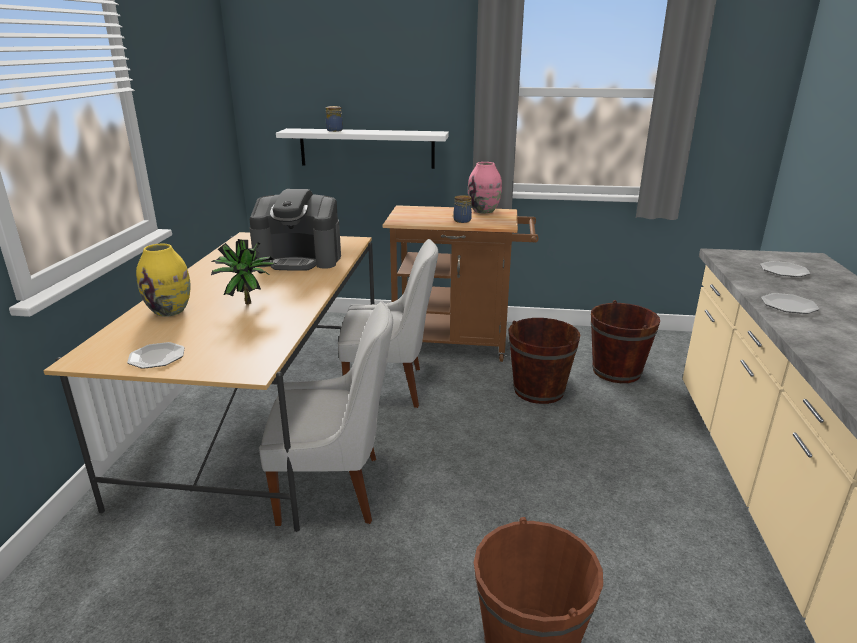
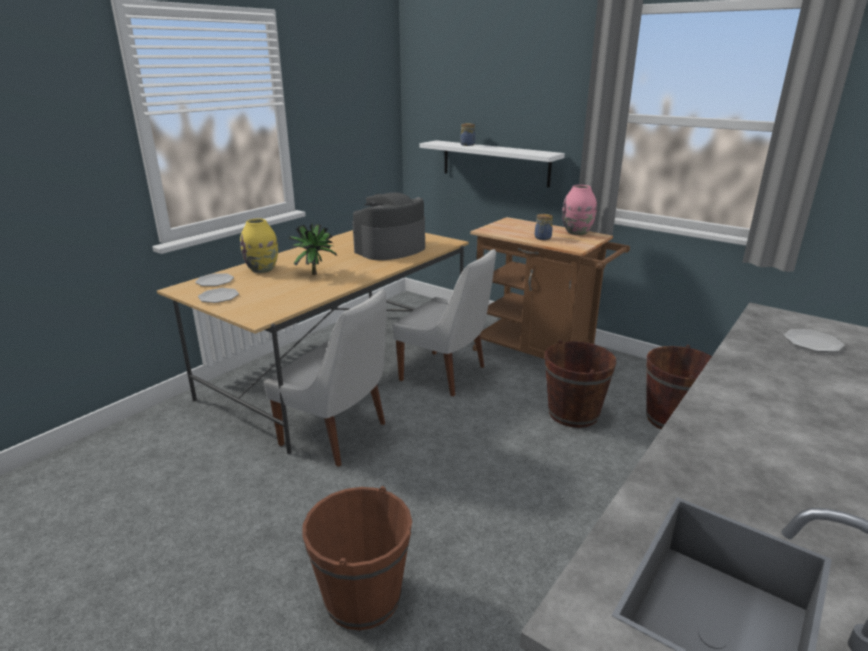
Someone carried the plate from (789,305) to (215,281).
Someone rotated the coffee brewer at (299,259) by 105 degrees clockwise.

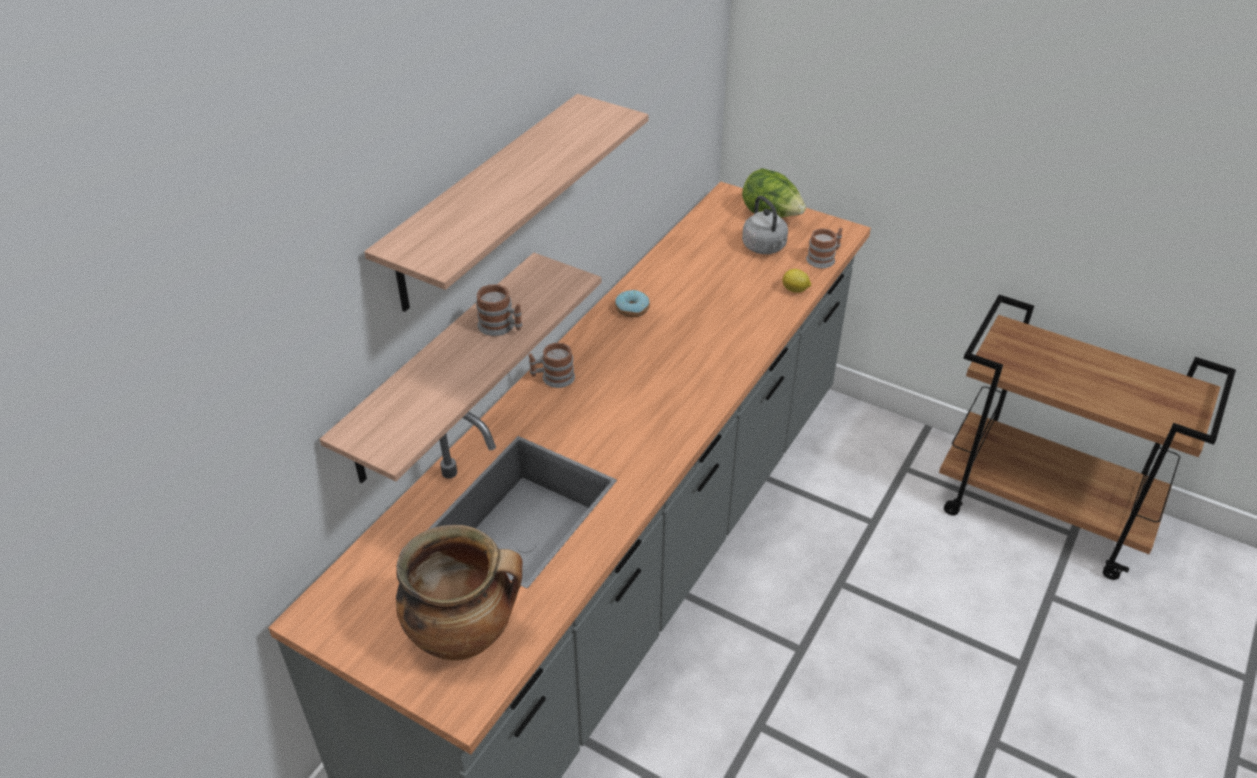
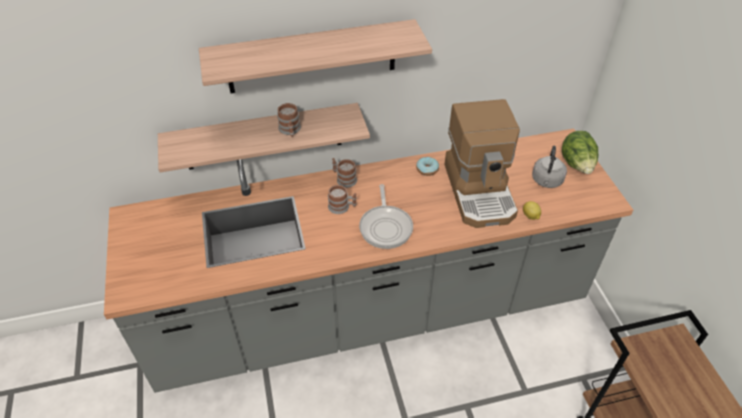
Someone carried the mug from (824,258) to (342,207).
Someone put down the frying pan at (386,227).
Someone put down the coffee brewer at (480,191).
Someone took away the saucepot at (465,635).

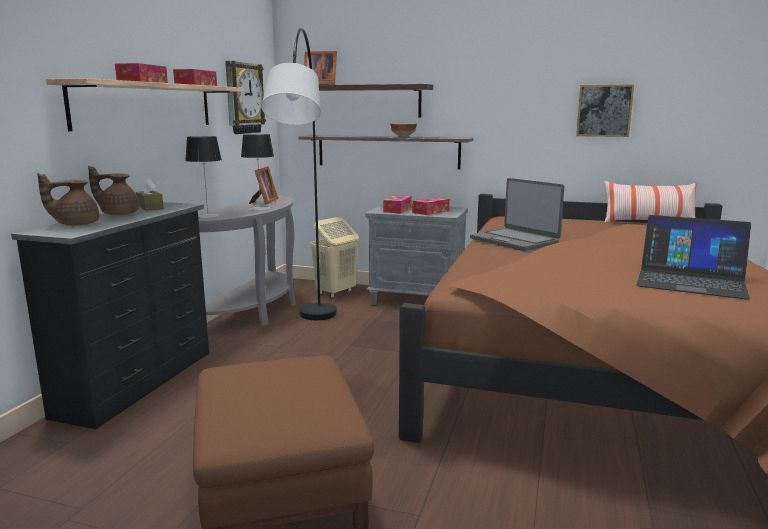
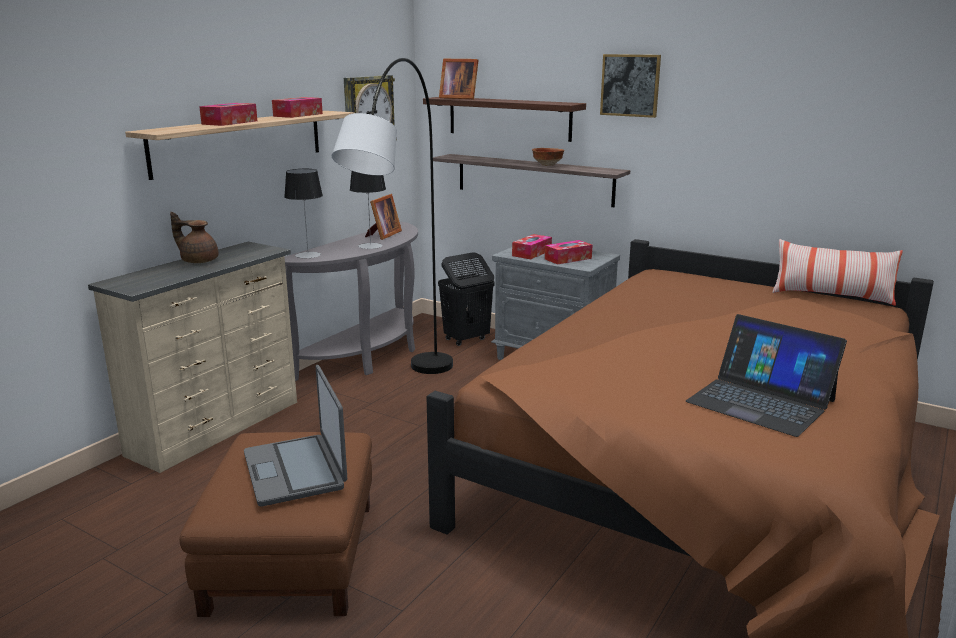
Someone repainted the black-coloured dresser at (140,382), which became the beige dresser at (218,427).
Someone carried the notebook computer from (514,241) to (295,470).
Someone repainted the beige laundry basket at (335,293), which became the black-coloured laundry basket at (466,339).
Someone carried the wall picture from (604,110) to (630,85).
Someone took away the brown pot for tea at (75,224).
Someone took away the brown box of tissues at (150,207).

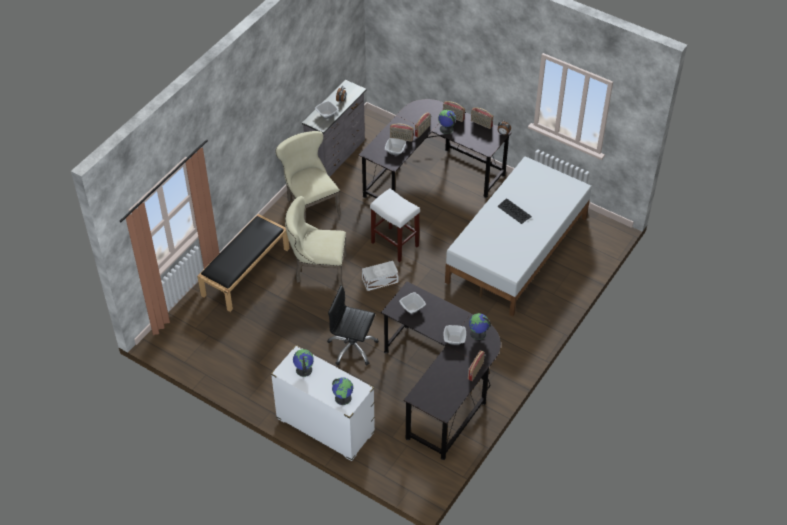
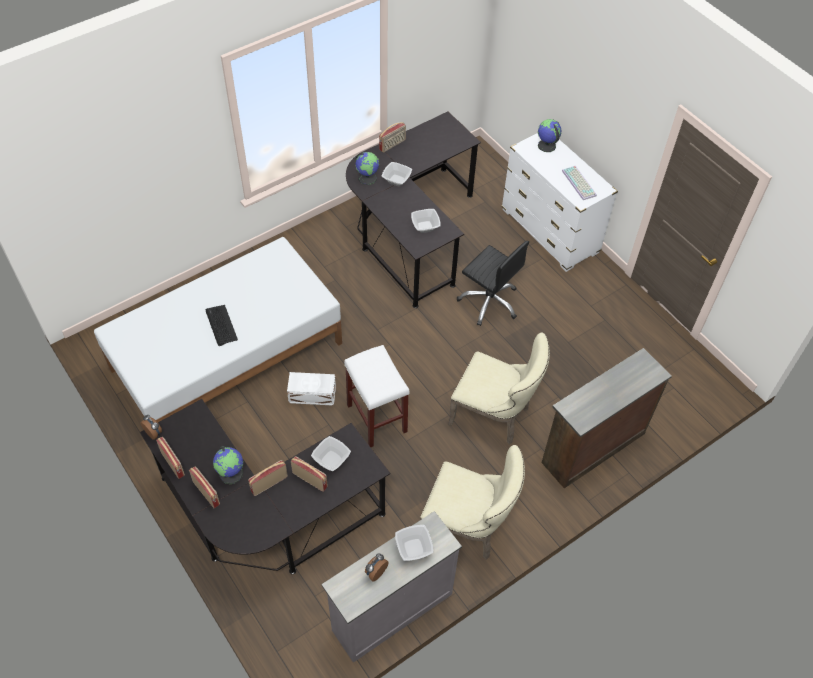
Someone carried the white storage container from (379,280) to (313,395).
Someone rotated the beige plain chair at (310,205) by 60 degrees counterclockwise.
Someone swapped the black-coloured indoor bench at (245,271) for the brown dresser at (591,447).
Someone swapped the desk globe at (303,370) for the PC keyboard at (580,183).

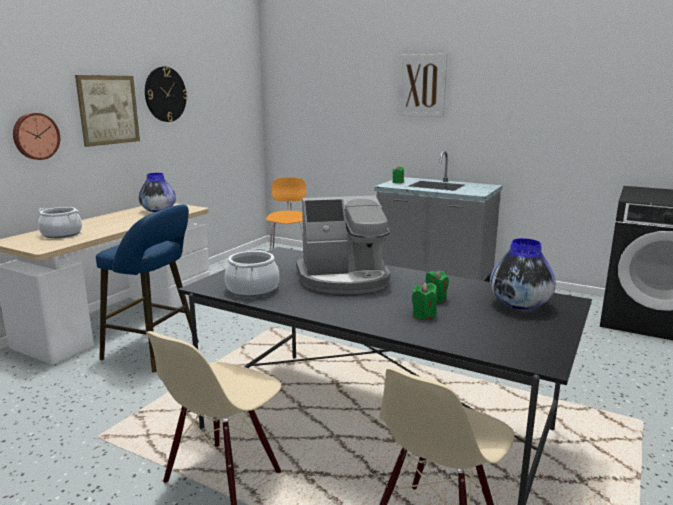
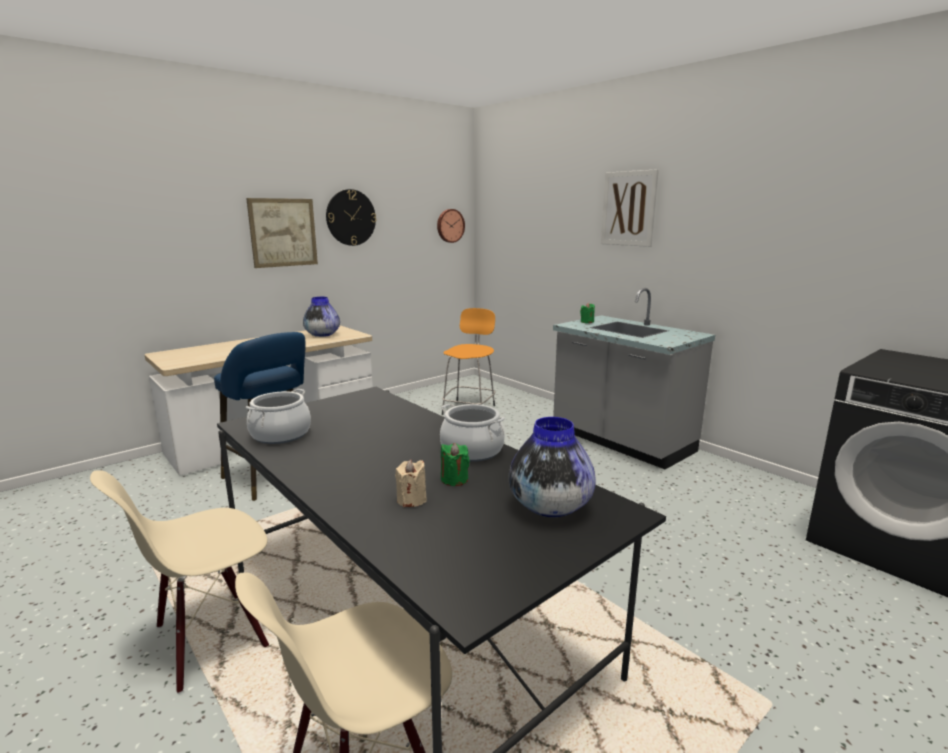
Someone repainted the green wax light at (424,315), which became the beige wax light at (411,500).
Someone carried the wall clock from (35,136) to (450,225).
Someone carried the saucepot from (61,234) to (472,451).
Someone took away the coffee brewer at (344,279).

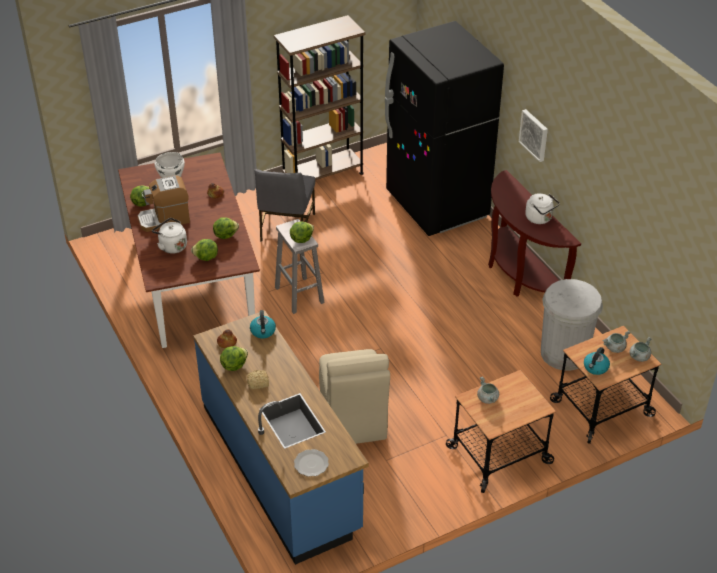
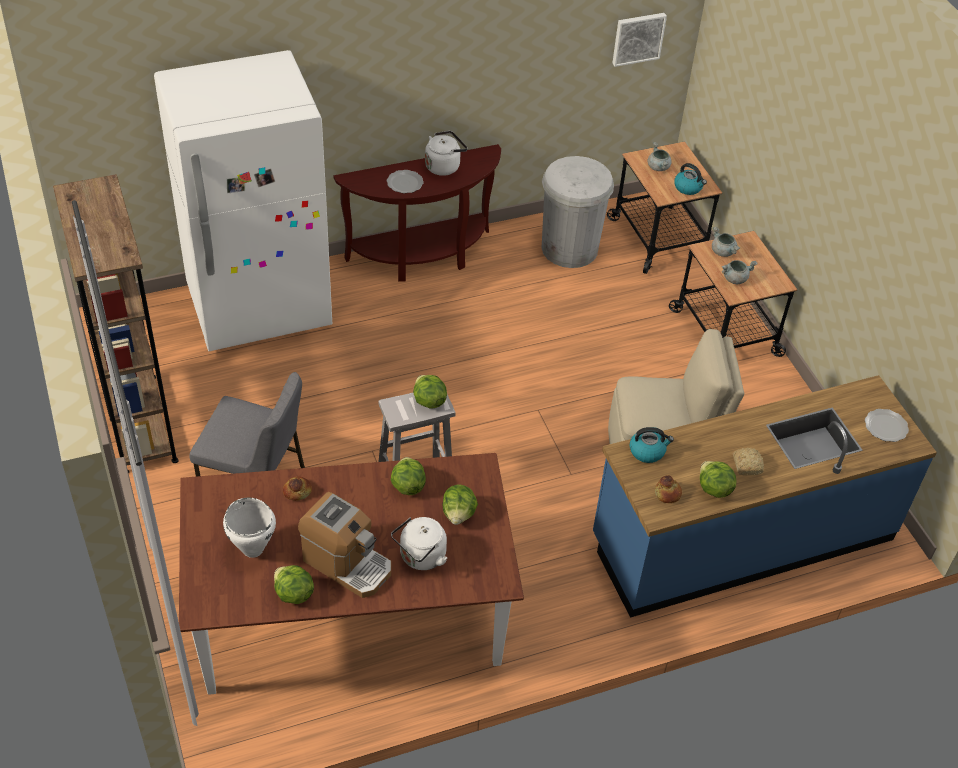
Someone repainted the black-coloured kitchen fridge at (437,205), which became the white kitchen fridge at (259,308).
Someone rotated the coffee brewer at (165,219) by 45 degrees counterclockwise.
Someone put down the plate at (405,183).
Someone carried the wall picture from (534,135) to (638,38).
Someone carried the gray saucepot from (639,357) to (723,252).

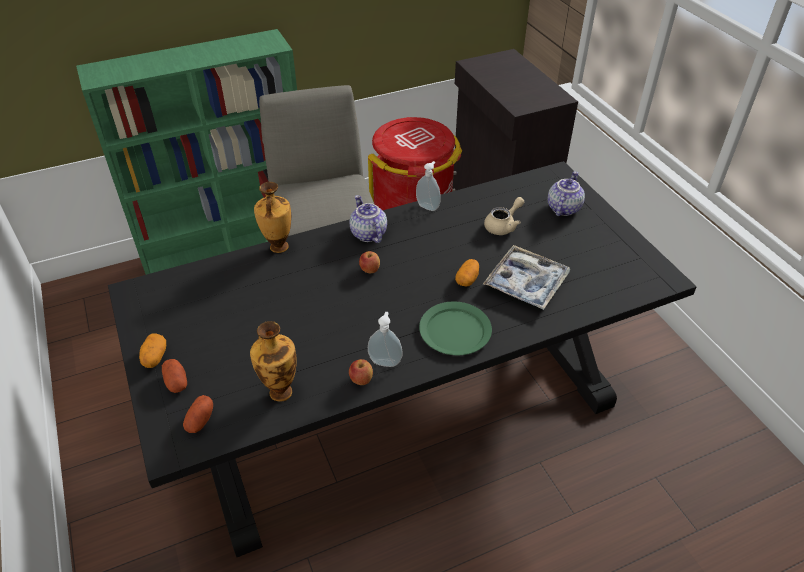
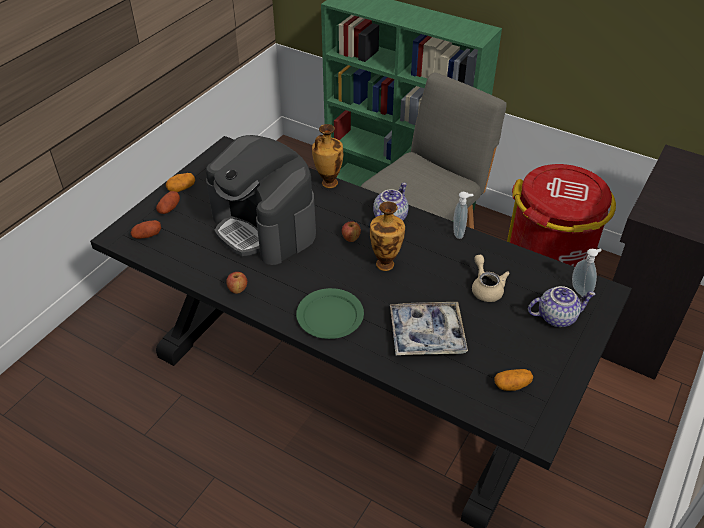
Someone put down the coffee brewer at (264,227).
Someone carried the decorative vase from (280,391) to (385,263).
Someone rotated the beige pot for tea at (503,226) by 120 degrees counterclockwise.
Someone carried the spud from (467,279) to (512,385).
Someone carried the soap dispenser from (385,361) to (581,290).

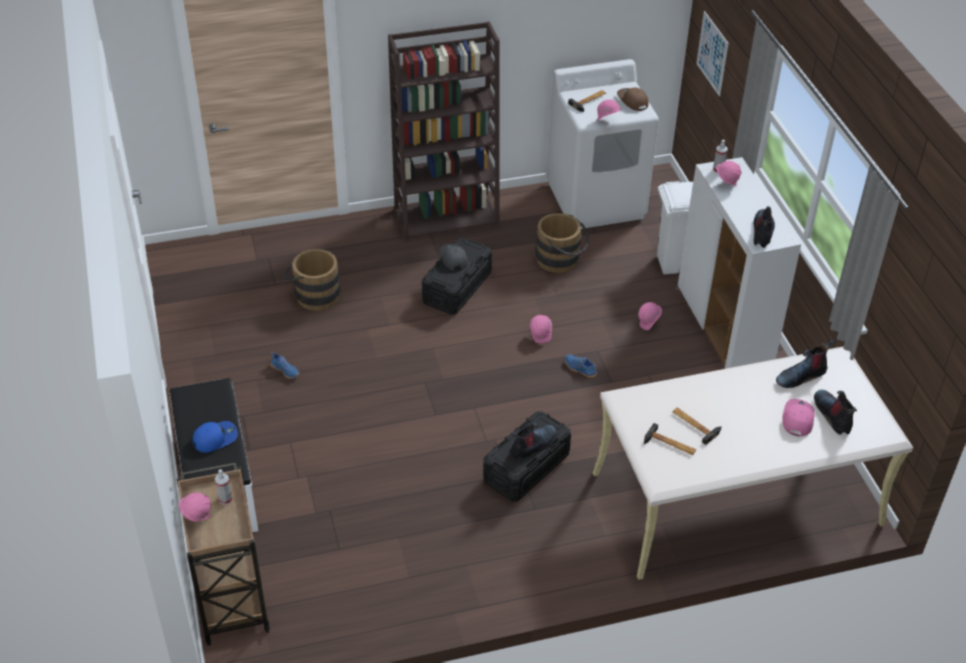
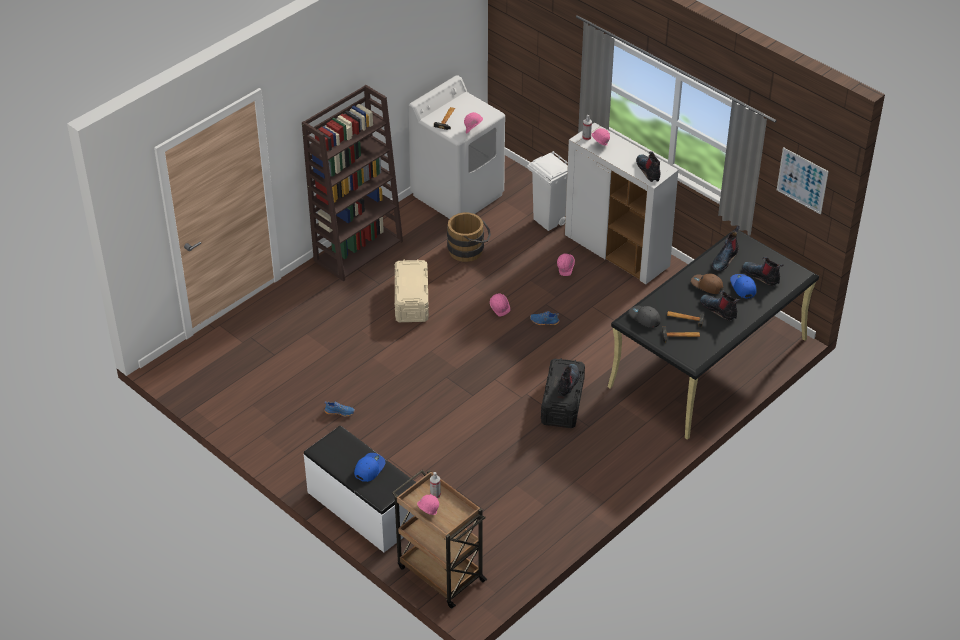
Someone repainted the black-coloured storage container at (457,288), which became the beige storage container at (412,300).
Someone repainted the beige desk table at (735,499), which became the black-coloured desk table at (708,363).
Someone carried the gray peaked cap from (453,259) to (644,318).
Someone carried the brown peaked cap from (632,101) to (706,286).
Someone put down the high-top boot at (719,310).
Someone repainted the pink peaked cap at (797,419), which became the bluish peaked cap at (742,287).
Someone carried the wall picture from (712,53) to (802,180).
Someone took away the brown water bucket at (314,294).

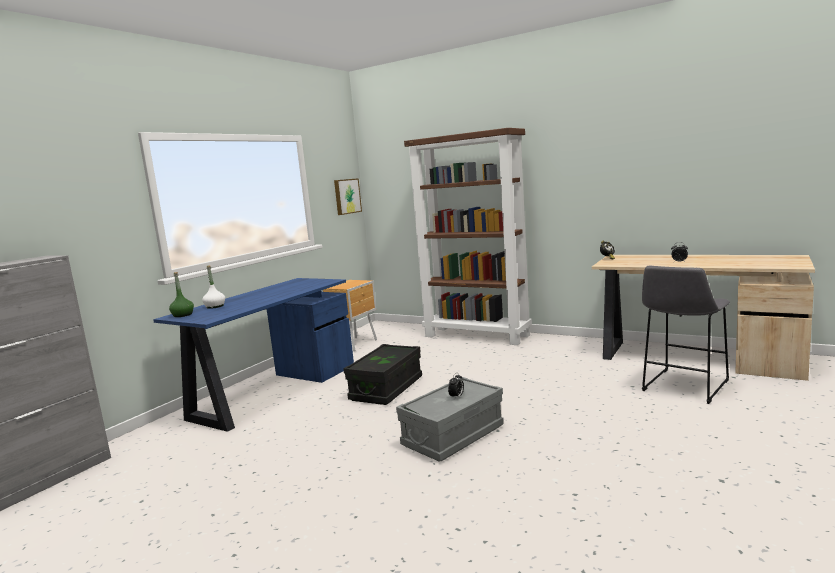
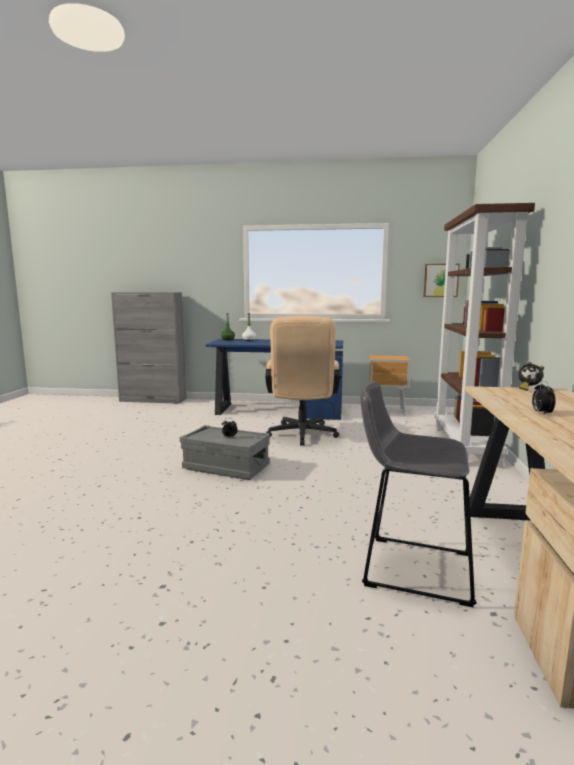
Someone swapped the black-coloured storage container at (386,388) for the beige office chair at (302,436).

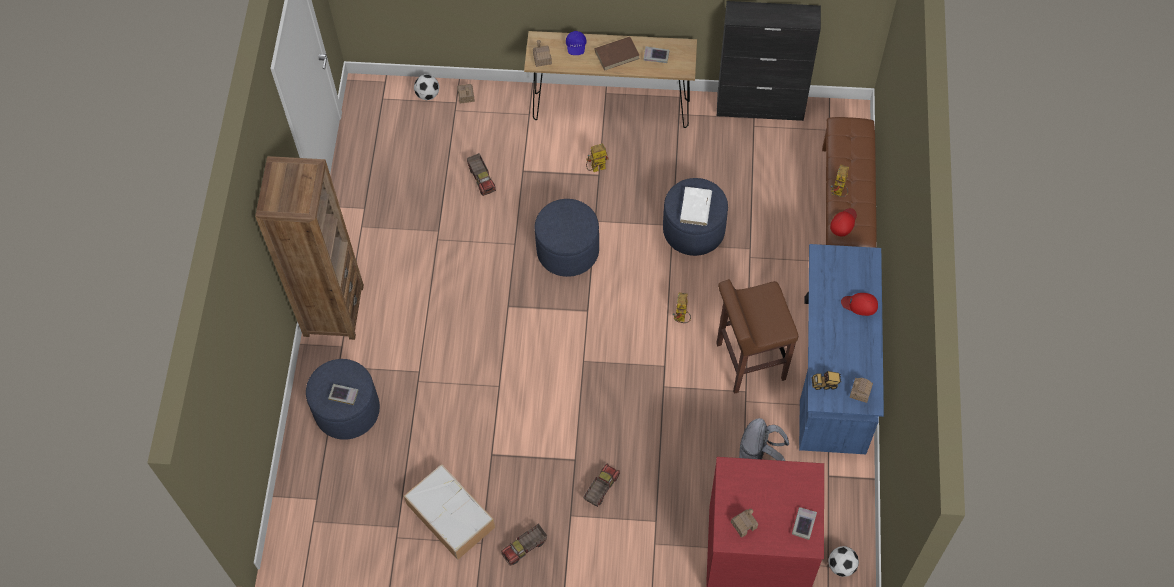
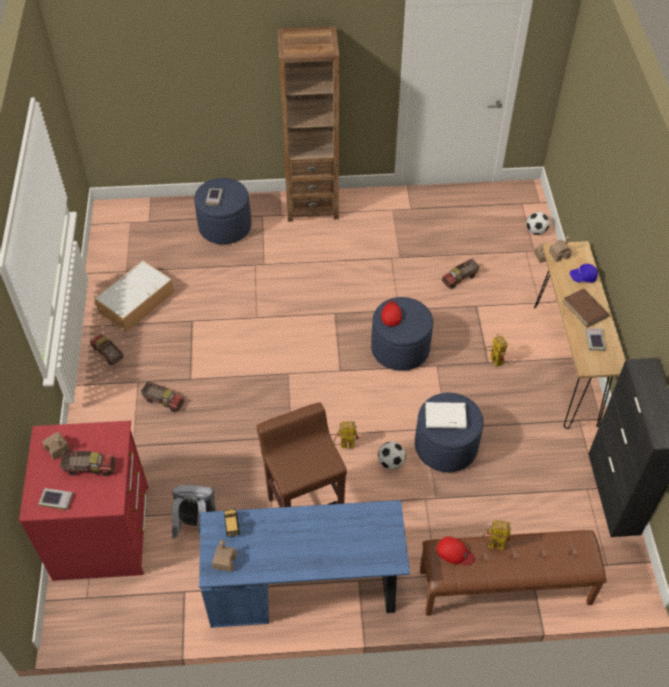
Someone put down the toy lorry at (90,467).
Someone carried the ball for football from (841,566) to (391,462).
Someone carried the red-coloured peaked cap from (860,304) to (391,314).

